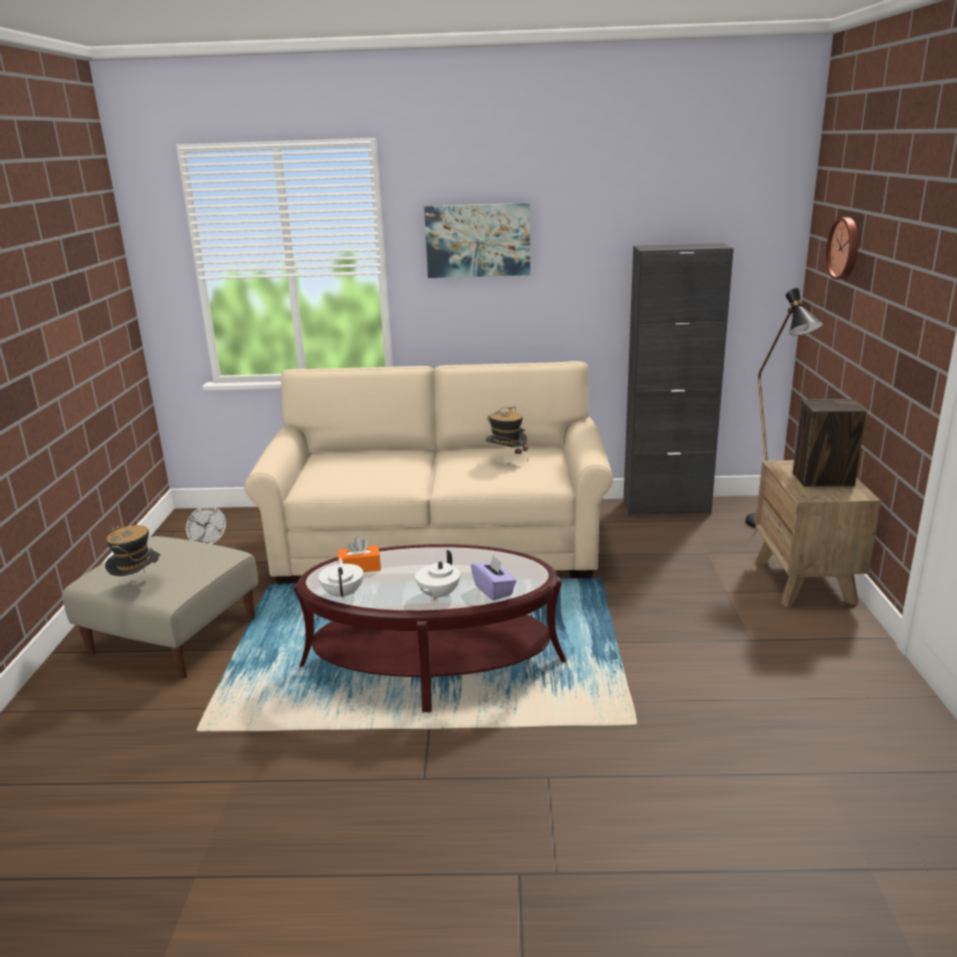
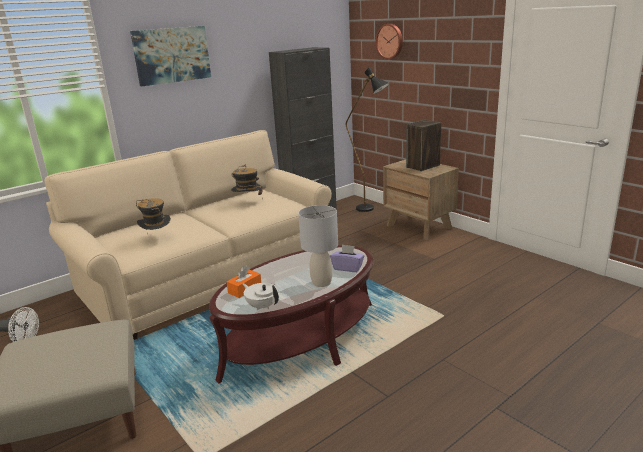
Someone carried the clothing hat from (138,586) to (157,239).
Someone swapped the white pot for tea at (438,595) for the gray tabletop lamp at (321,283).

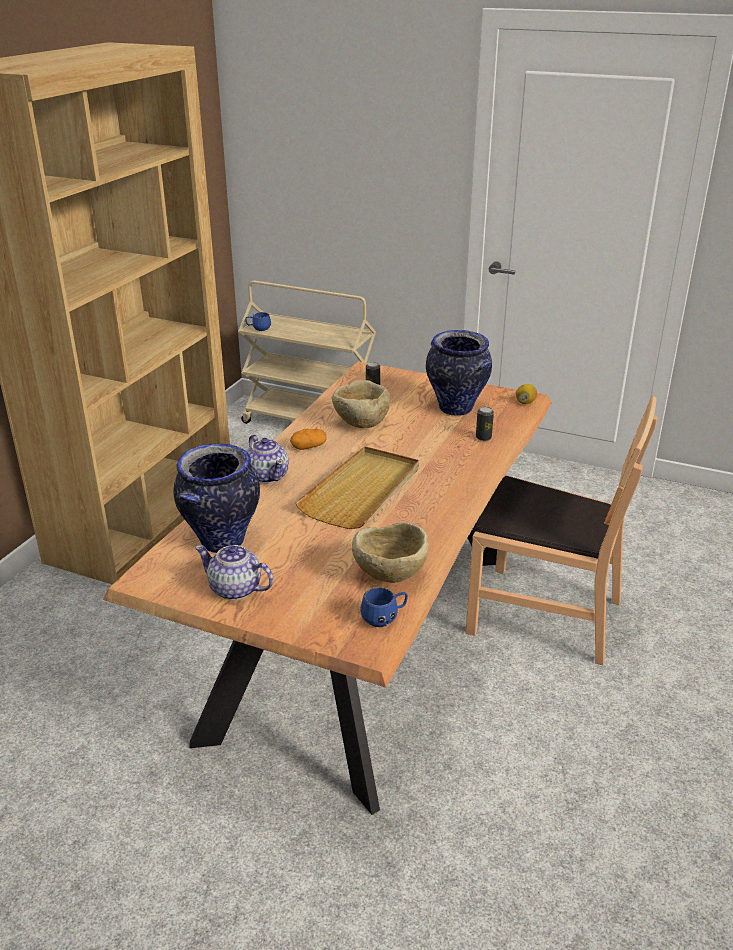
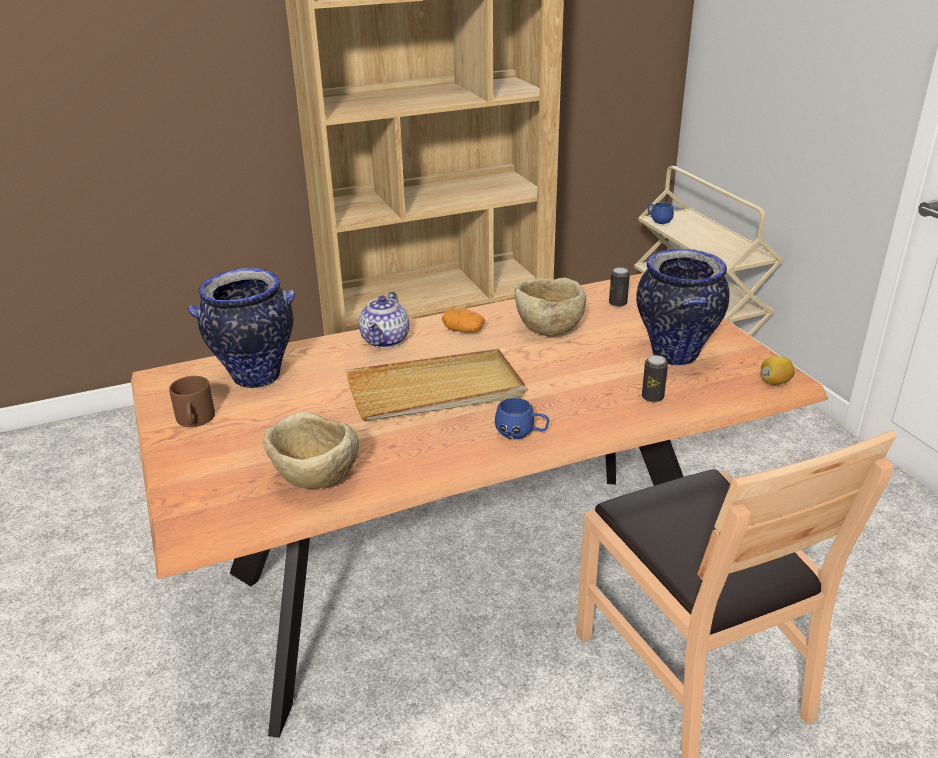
Someone swapped the pot for tea at (236,589) for the brown mug at (196,420).
Someone carried the bluish mug from (385,618) to (521,435).

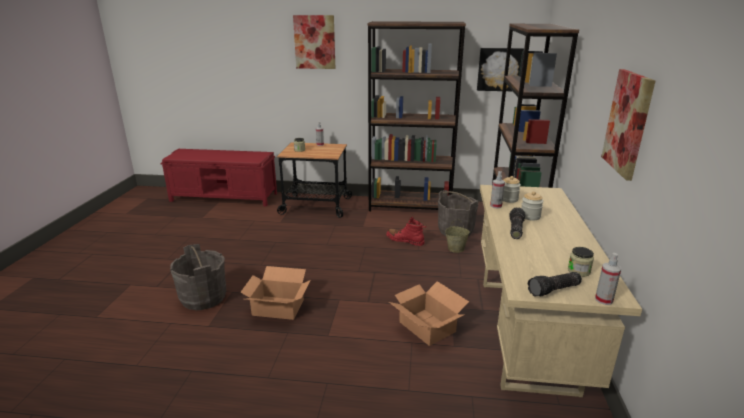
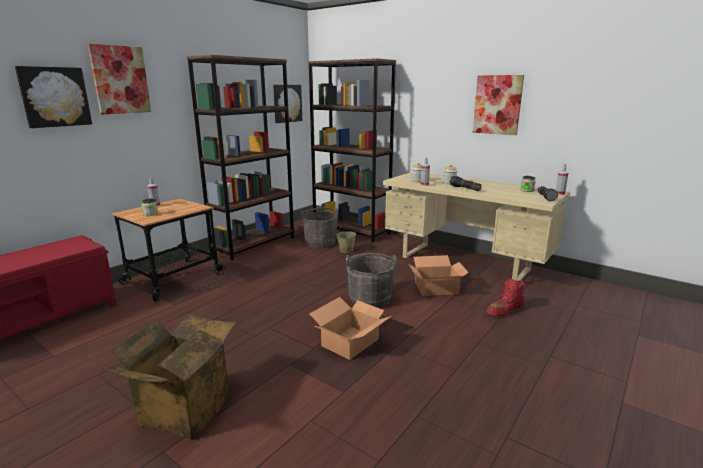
Someone put up the wall picture at (54,97).
Someone put down the cardboard box at (183,408).
Someone carried the gray water bucket from (203,298) to (370,299).
Someone carried the red-coloured high-top boot from (405,240) to (504,310).

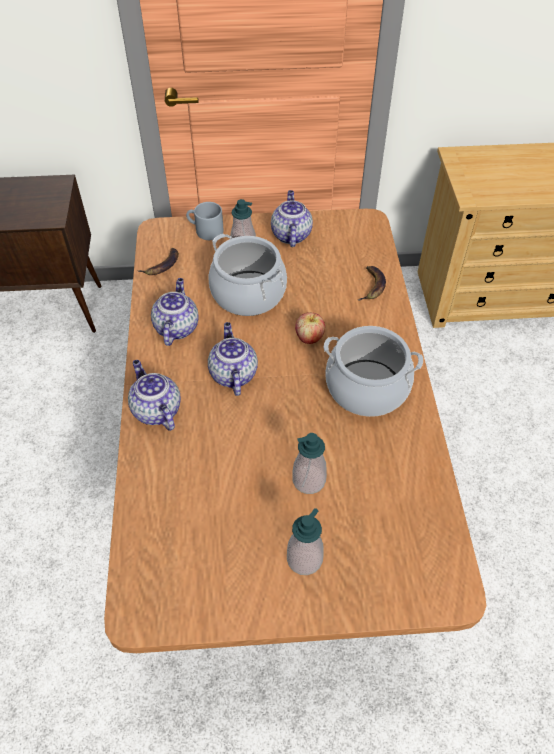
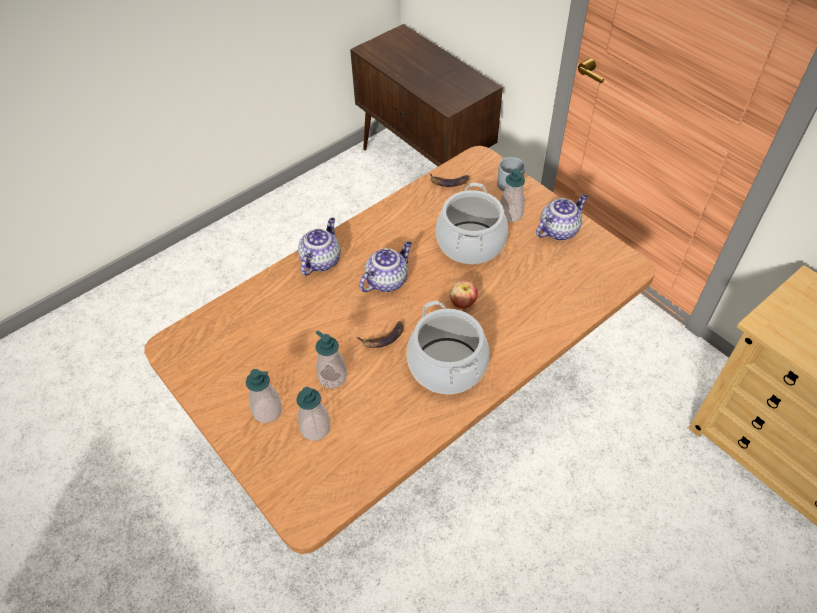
Someone put down the soap dispenser at (315,428).
Someone carried the banana fruit from (371,285) to (383,337).
Someone took away the pot for tea at (176,327).

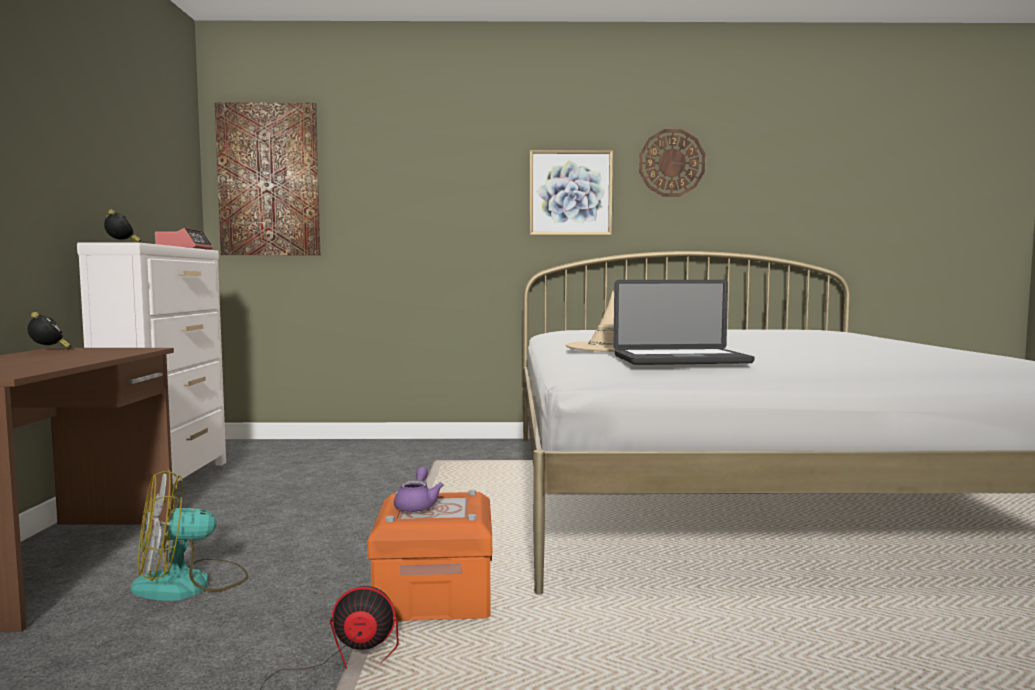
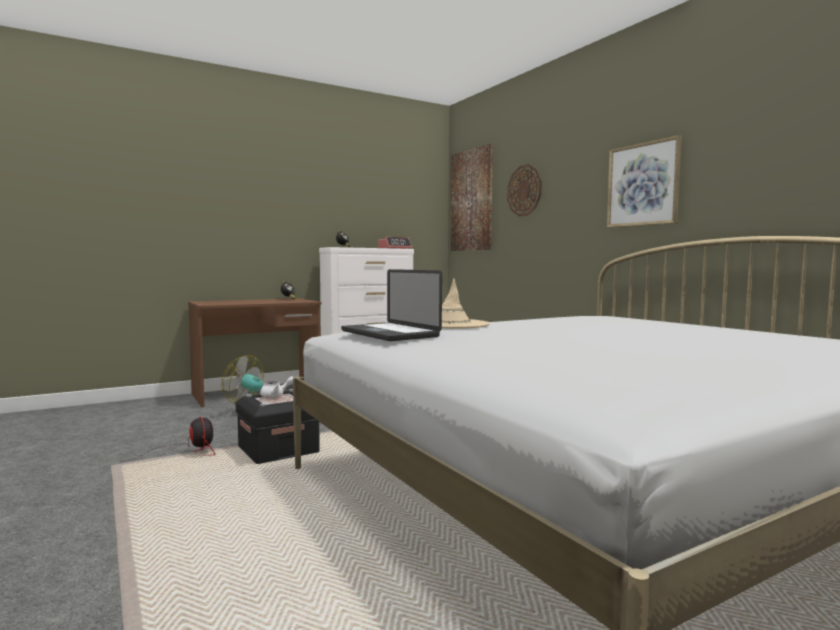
Someone repainted the orange-coloured storage container at (434,595), which became the black-coloured storage container at (278,449).
Someone repainted the purplish pot for tea at (417,505), which became the white pot for tea at (276,395).
Someone carried the wall clock from (671,163) to (524,190).

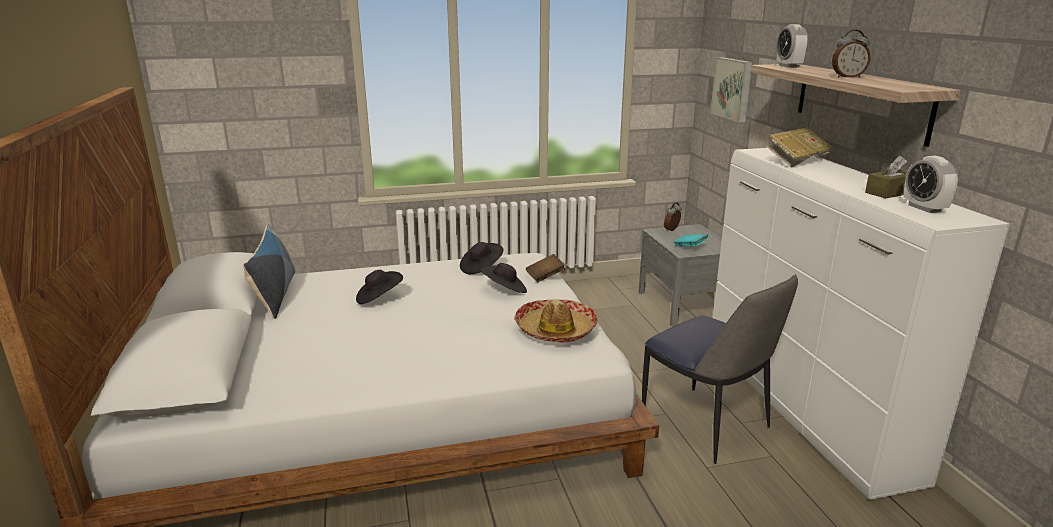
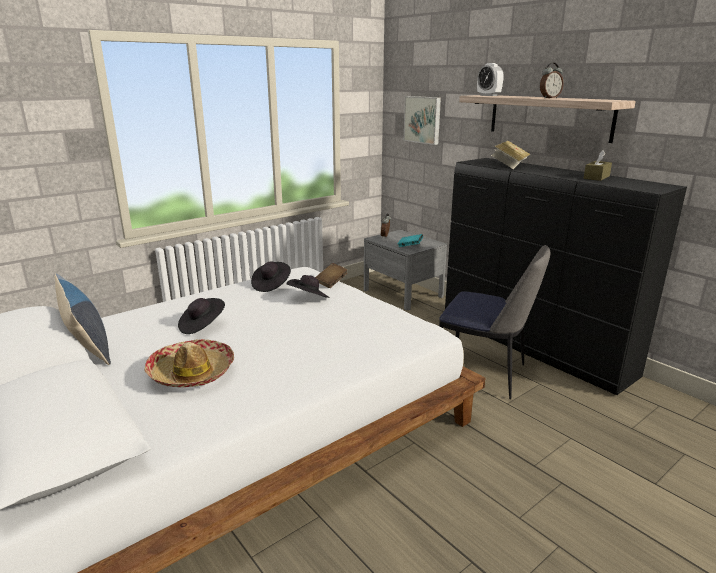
Someone carried the clothing hat from (555,329) to (192,372).
Someone repainted the white dresser at (802,409), which became the black-coloured dresser at (532,347).
Someone took away the bedside clock at (924,208).

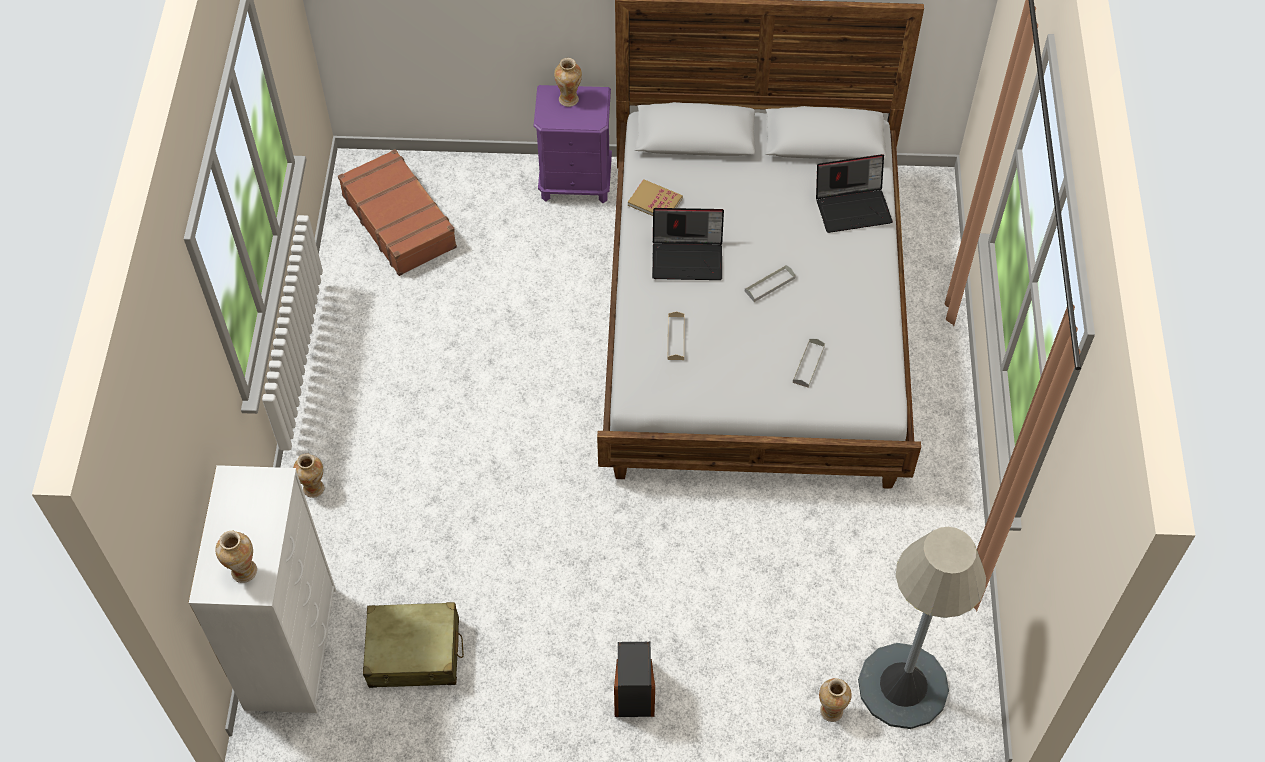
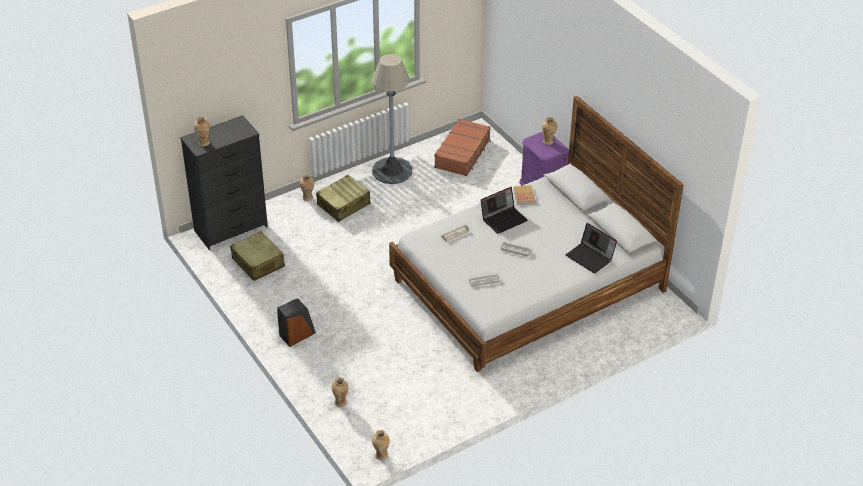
Someone repainted the white dresser at (291,647), which became the black-coloured dresser at (231,228).
Someone put down the beige suitcase at (344,204).
Someone carried the gray standard lamp from (902,686) to (392,171).
Someone put down the decorative vase at (381,455).
Someone rotated the notebook computer at (688,257) by 90 degrees counterclockwise.

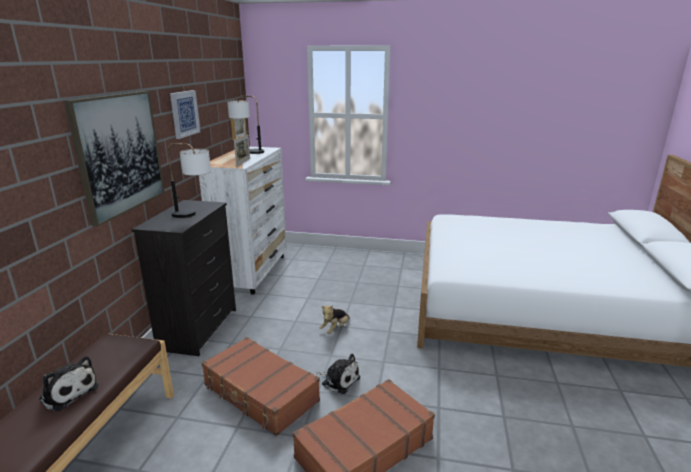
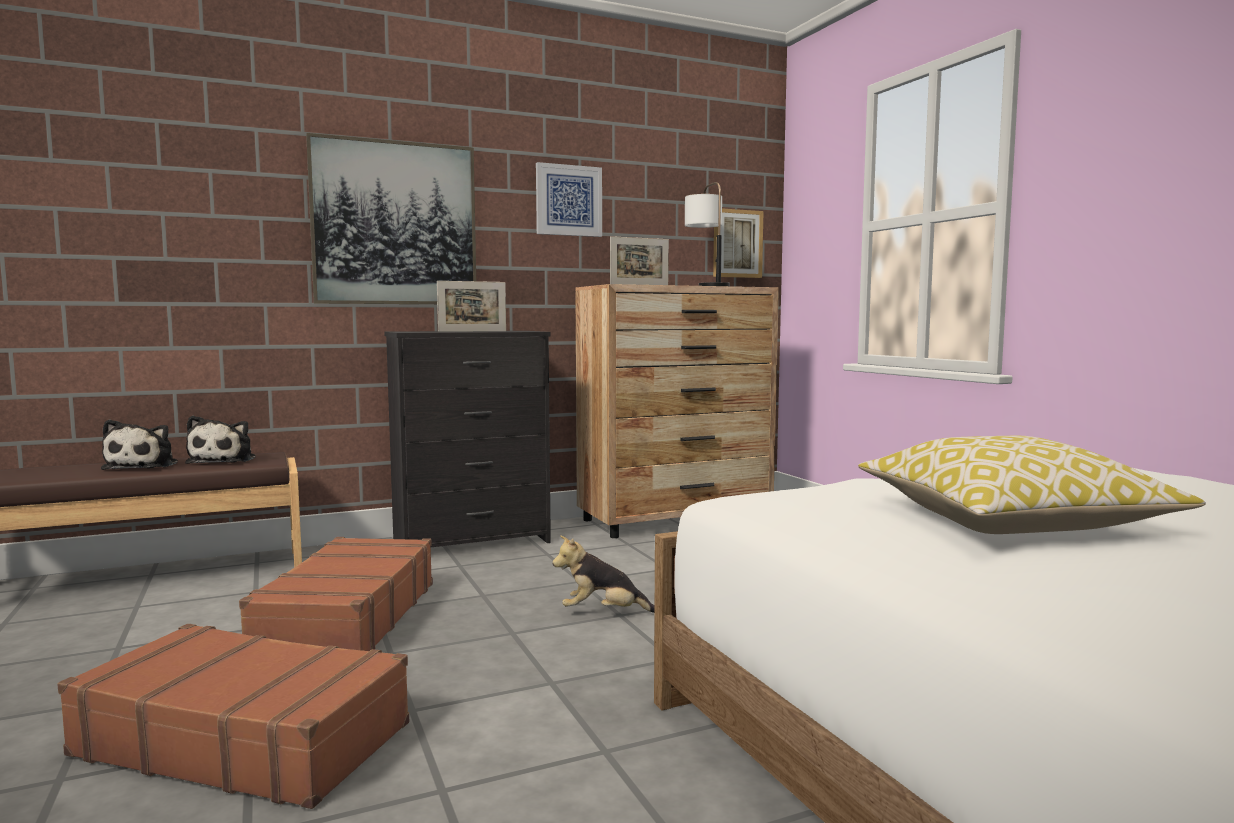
Someone carried the plush toy from (339,380) to (224,460).
Someone swapped the tabletop lamp at (194,215) for the picture frame at (472,331).
Someone repainted the white dresser at (253,272), which became the brown dresser at (676,520).
Someone put down the pillow at (1009,523).

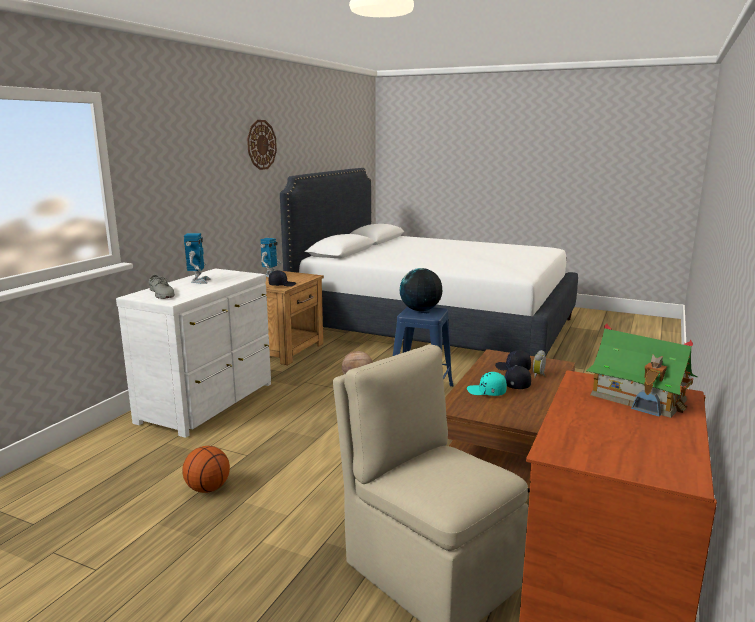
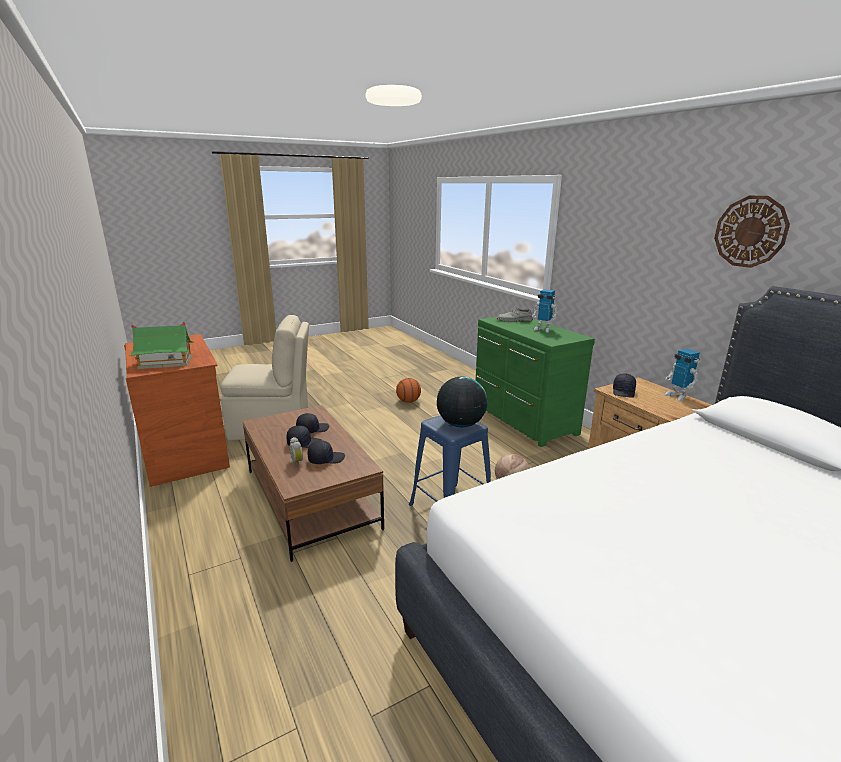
Someone repainted the turquoise peaked cap at (486,392), which became the black-coloured peaked cap at (312,429).
Someone repainted the white dresser at (210,402), which became the green dresser at (522,420).

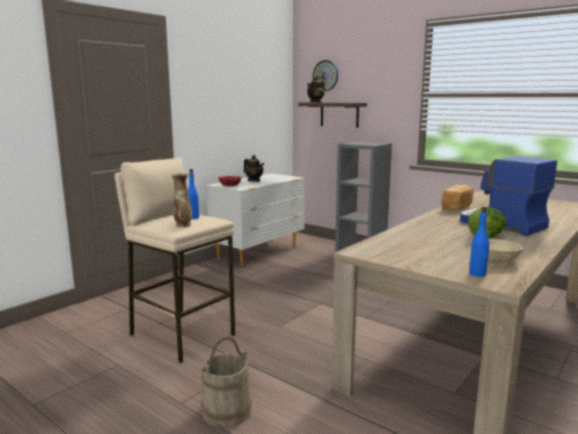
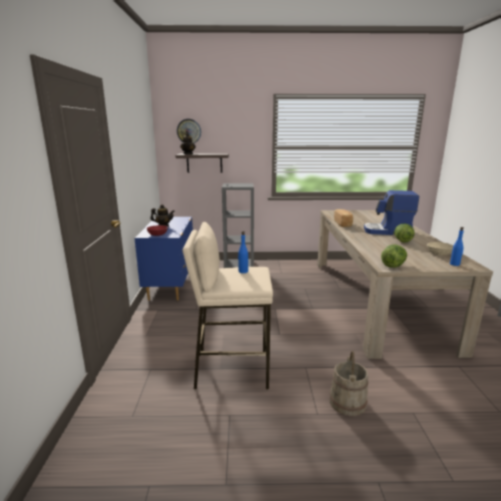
Someone repainted the white dresser at (259,252), which became the bluish dresser at (171,285).
Someone put down the head of lettuce at (393,265).
Someone took away the decorative vase at (183,225).

